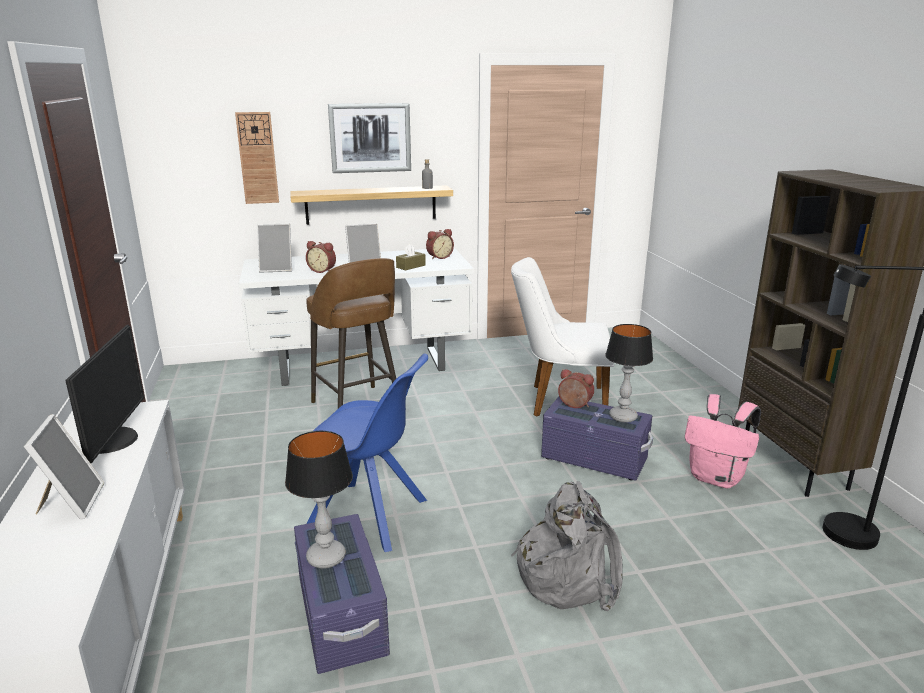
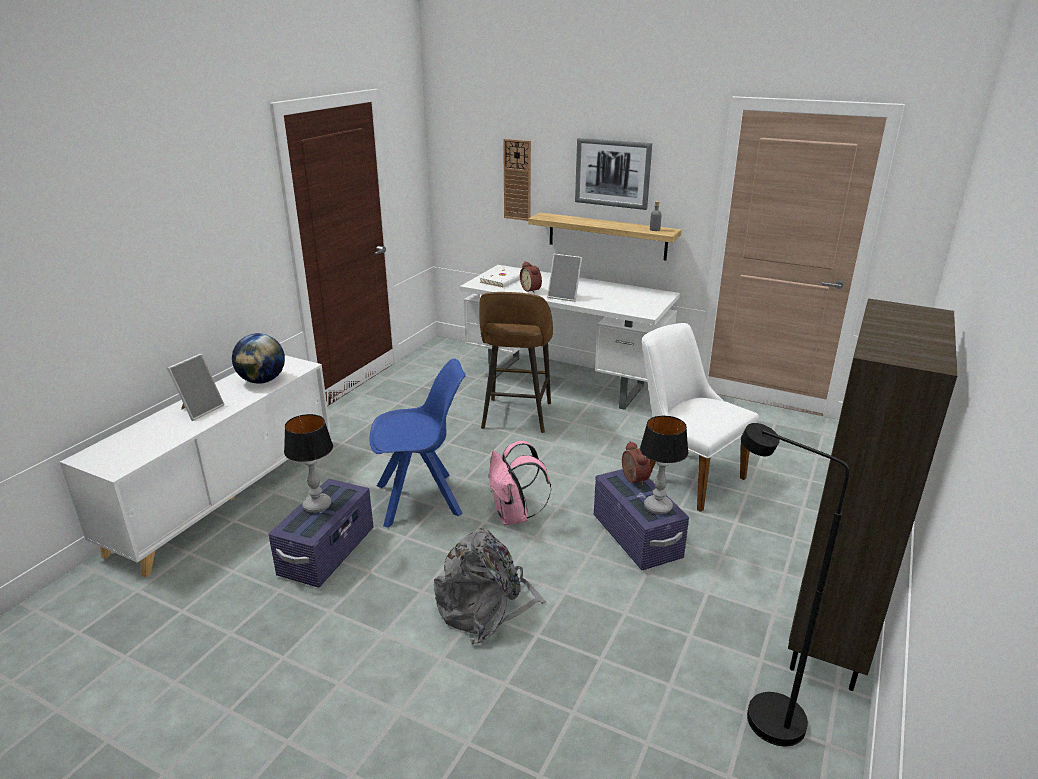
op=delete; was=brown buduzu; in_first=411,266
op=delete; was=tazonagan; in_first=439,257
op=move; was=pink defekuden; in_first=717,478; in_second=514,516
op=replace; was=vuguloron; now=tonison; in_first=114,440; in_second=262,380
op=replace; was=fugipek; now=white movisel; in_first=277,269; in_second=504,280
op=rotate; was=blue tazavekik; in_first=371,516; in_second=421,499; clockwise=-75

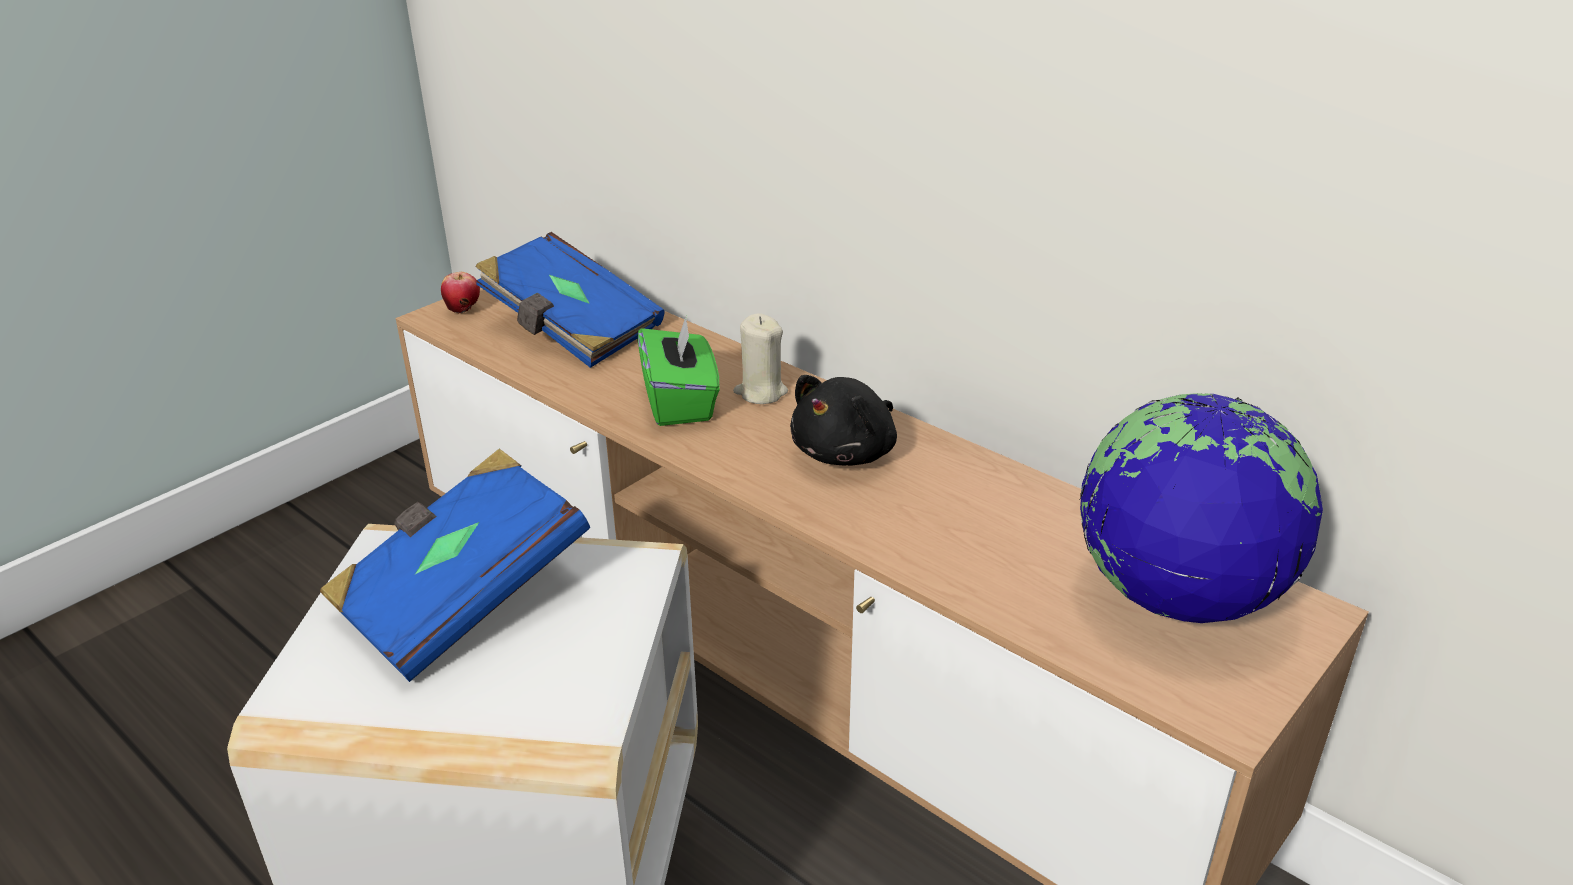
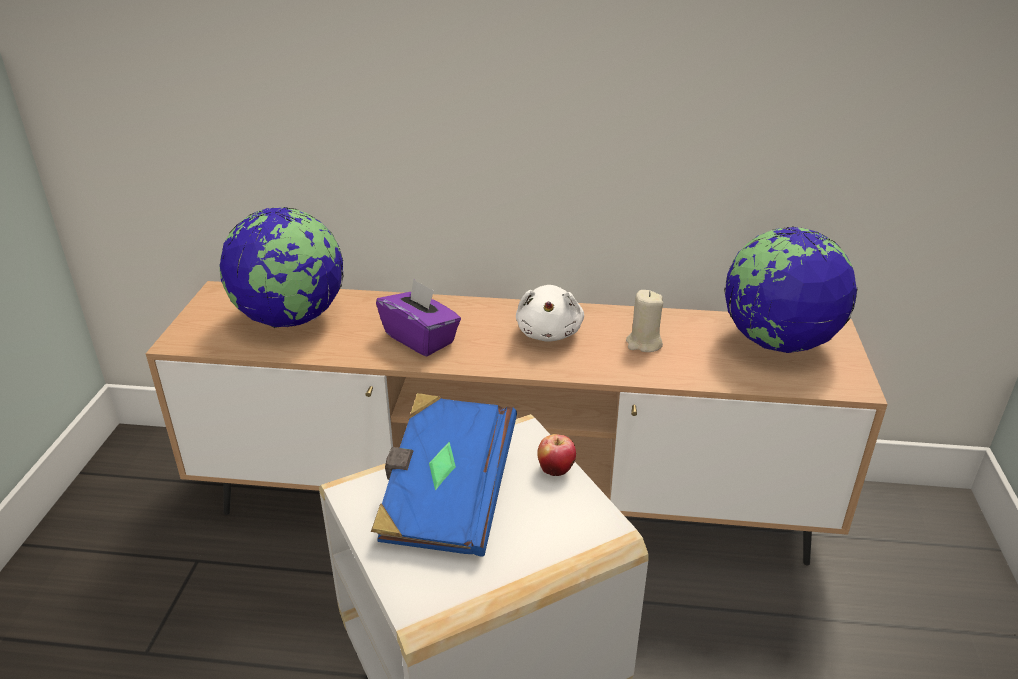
op=move; was=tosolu; in_first=463,310; in_second=556,470
op=move; was=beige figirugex; in_first=760,392; in_second=643,343
op=replace; was=blue movisel; now=tonison; in_first=571,329; in_second=291,319
op=recolor; was=green buduzu; now=purple buduzu; in_first=680,402; in_second=420,338
op=recolor; was=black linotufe; now=white linotufe; in_first=847,452; in_second=549,332

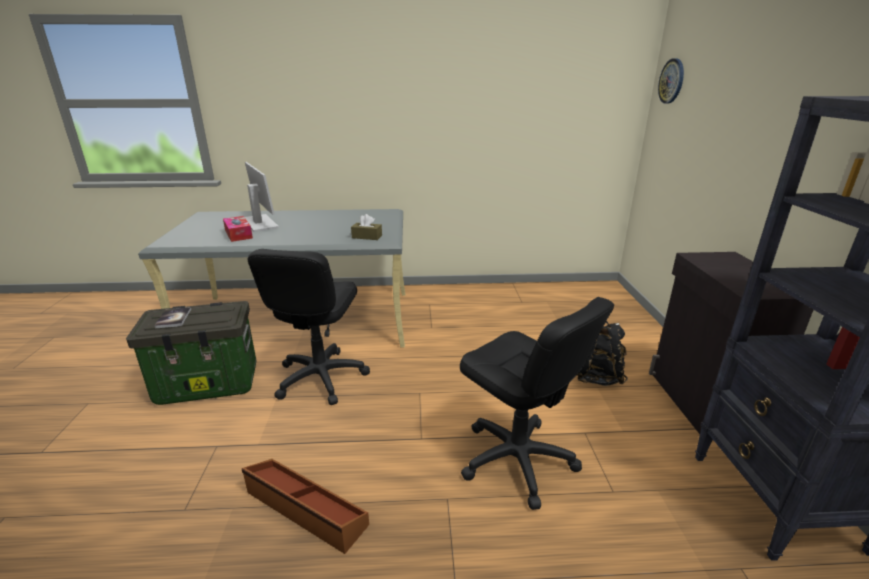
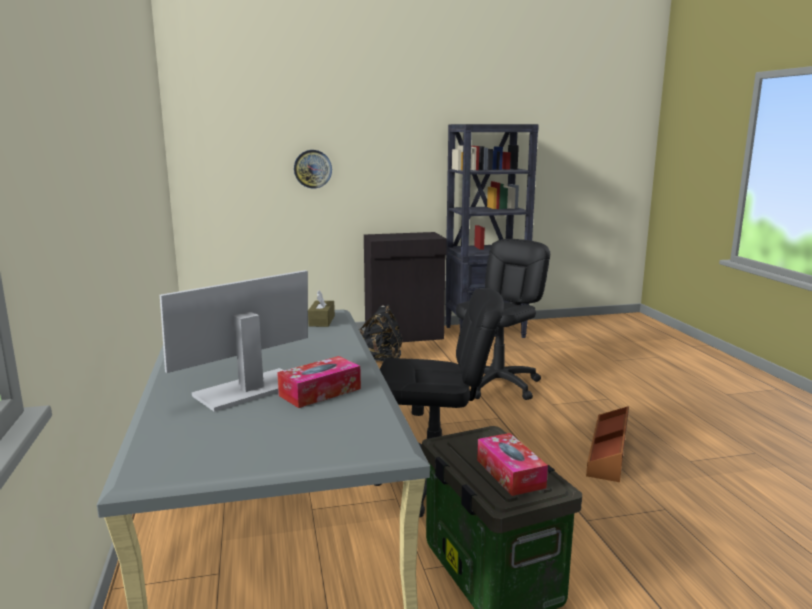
op=move; was=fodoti; in_first=671,81; in_second=312,169
op=replace; was=movisel; now=buduzu; in_first=173,318; in_second=510,473

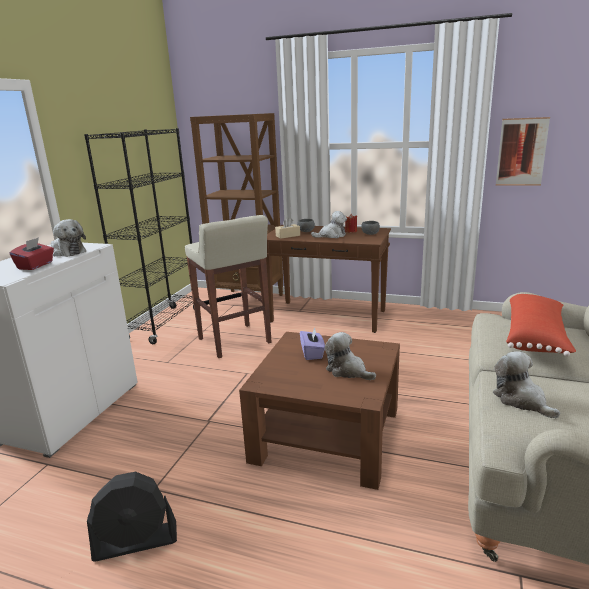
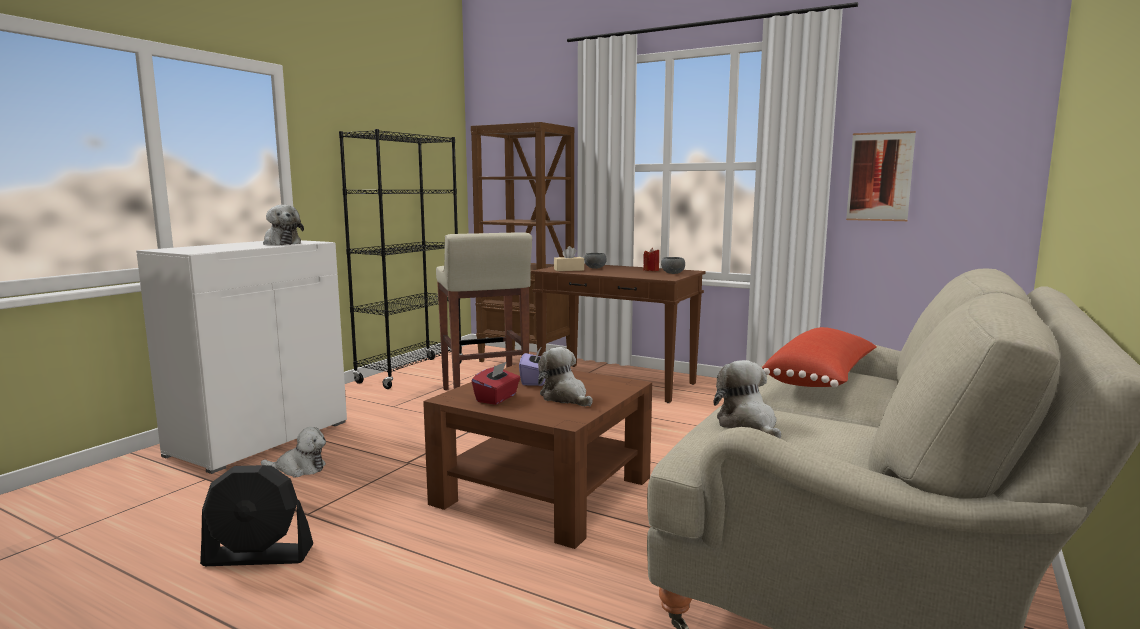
op=move; was=red buduzu; in_first=36,265; in_second=497,398
op=move; was=linotufe; in_first=331,235; in_second=299,469

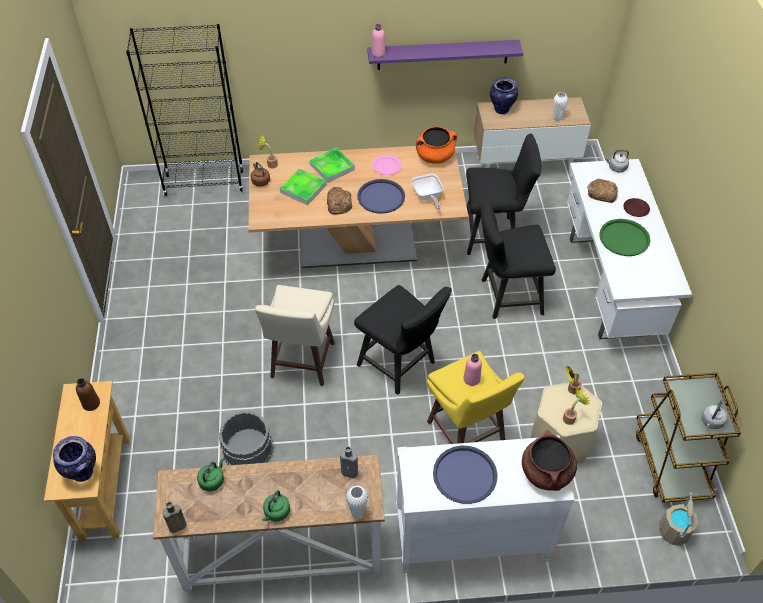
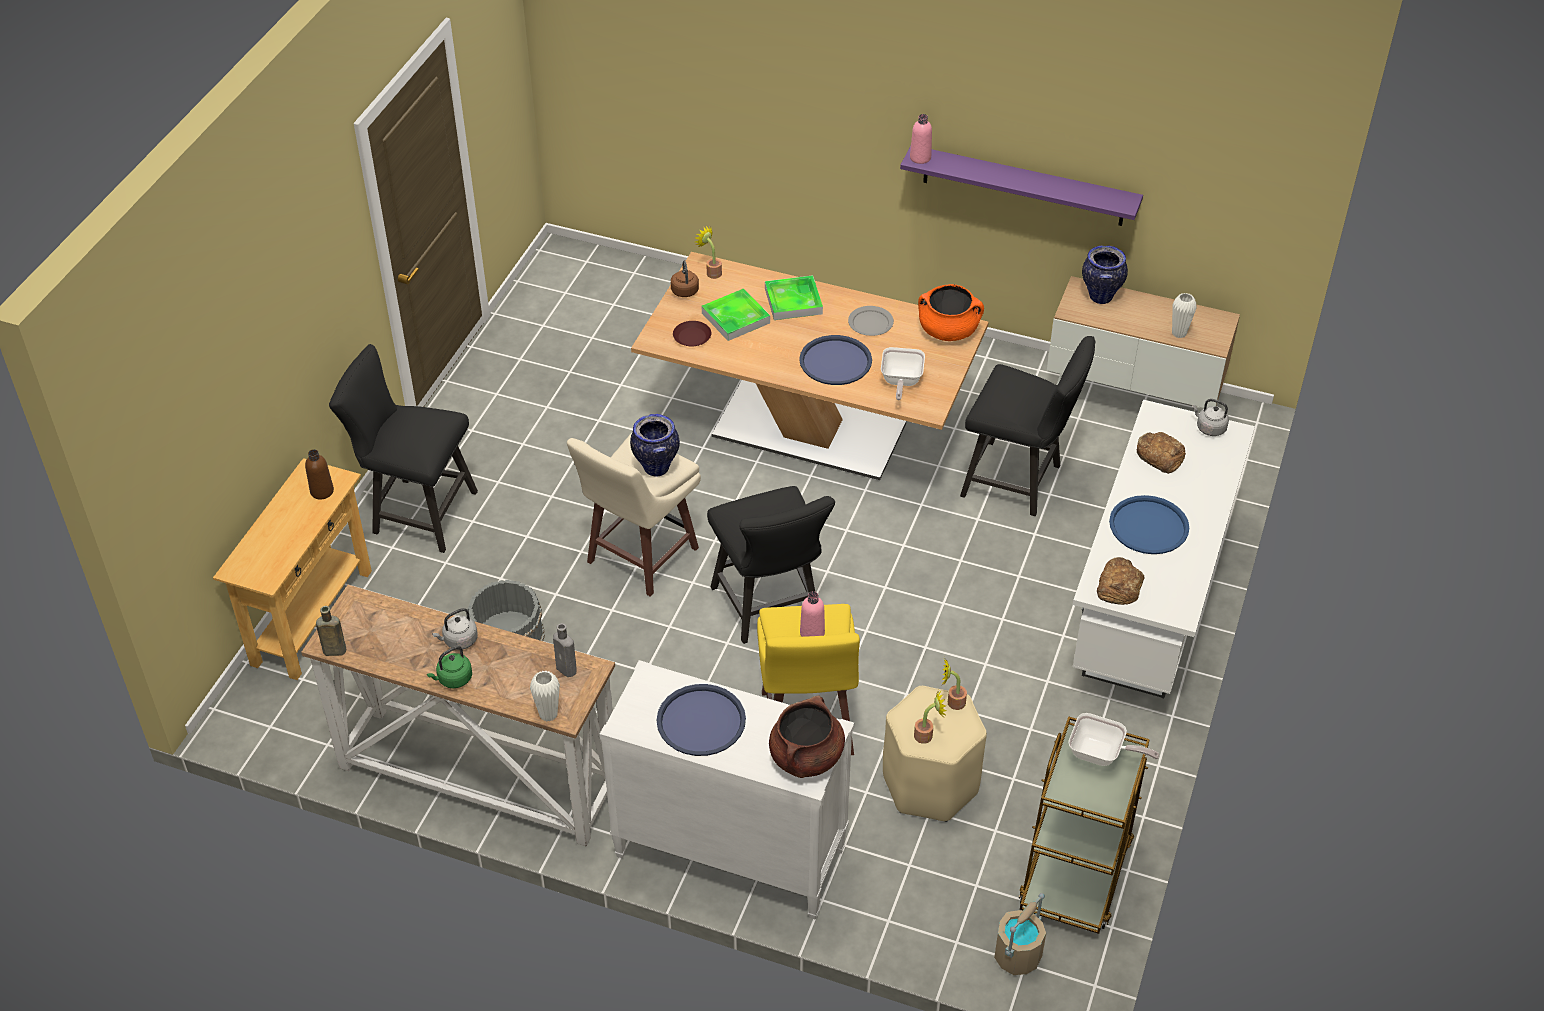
op=delete; was=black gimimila; in_first=204,183
op=delete; was=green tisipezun; in_first=212,480
op=insert; now=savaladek; in_second=1101,754
op=move; was=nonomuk; in_first=82,473; in_second=656,467
op=move; was=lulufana; in_first=339,203; in_second=1119,586
op=move; was=black tazavekik; in_first=506,296; in_second=417,512
op=move; was=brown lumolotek; in_first=635,210; in_second=692,337
op=move; was=grey tisipezun; in_first=711,422; in_second=459,641
op=recolor; was=pink lumolotek; now=grey lumolotek; in_first=386,166; in_second=870,322
op=recolor; was=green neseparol; now=blue neseparol; in_first=624,238; in_second=1148,526

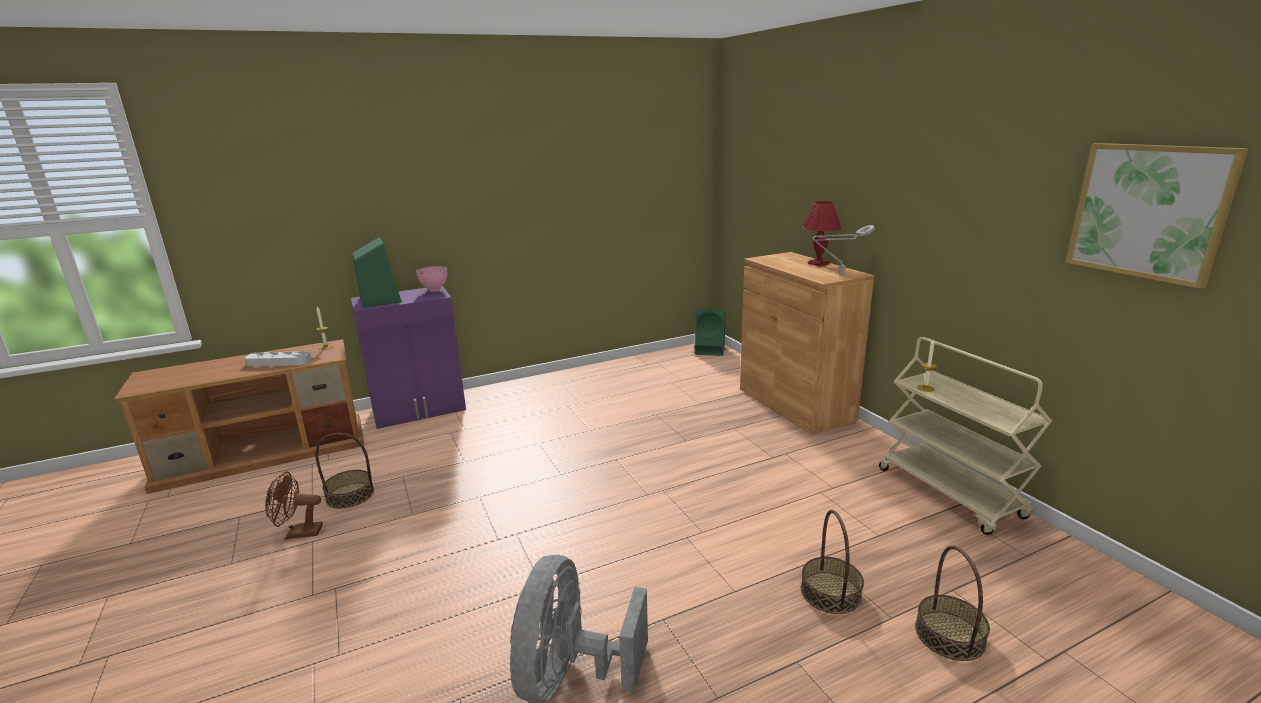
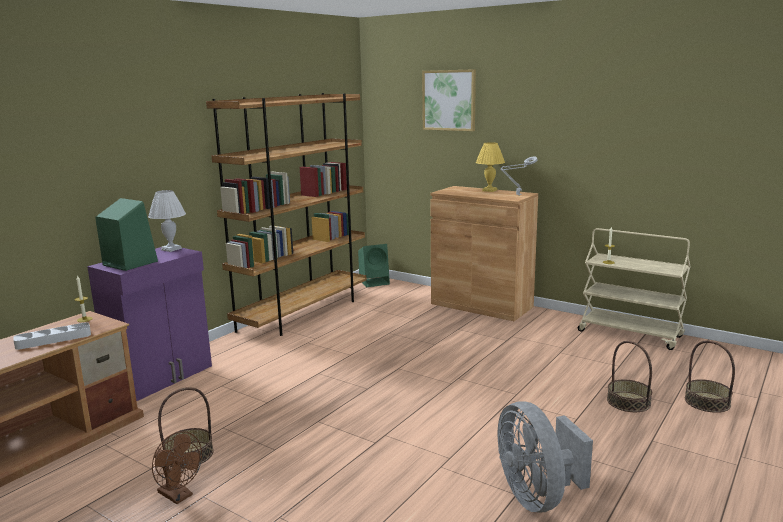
op=insert; now=brown gimimila; in_second=303,313
op=move; was=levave; in_first=1149,211; in_second=449,100
op=replace; was=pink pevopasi; now=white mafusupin; in_first=434,290; in_second=170,249
op=recolor; was=red mafusupin; now=yellow mafusupin; in_first=818,264; in_second=489,190
op=rotate; was=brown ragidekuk; in_first=298,533; in_second=179,496; clockwise=-105

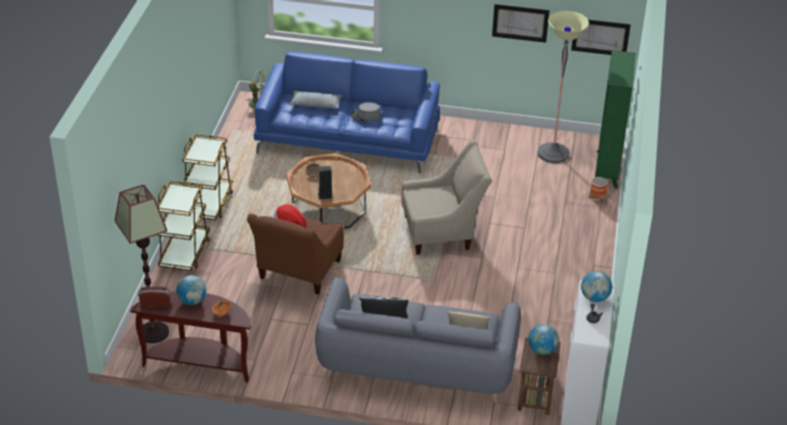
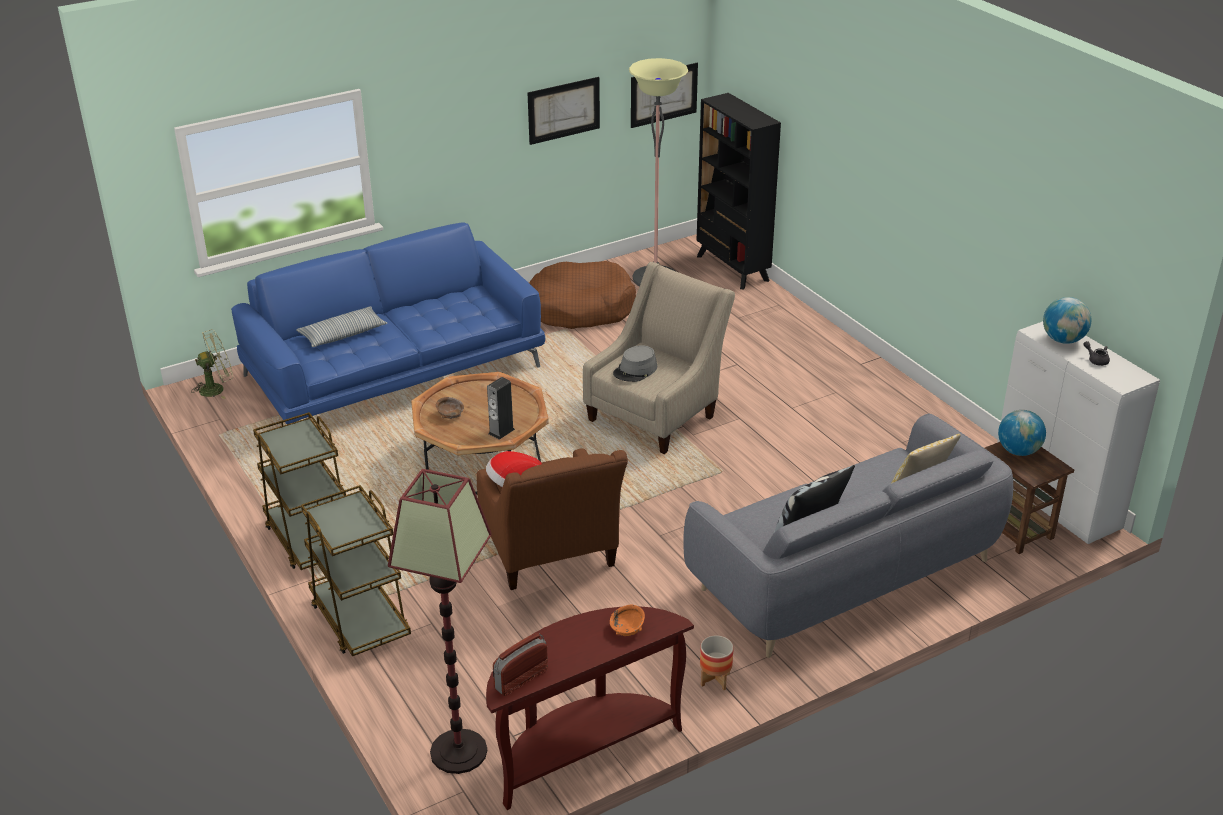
op=delete; was=tonison; in_first=192,301
op=insert; now=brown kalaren; in_second=580,308
op=move; was=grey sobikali; in_first=365,115; in_second=635,370
op=move; was=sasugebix; in_first=597,199; in_second=715,679
op=recolor; was=green gimimila; now=black gimimila; in_first=606,170; in_second=732,268

